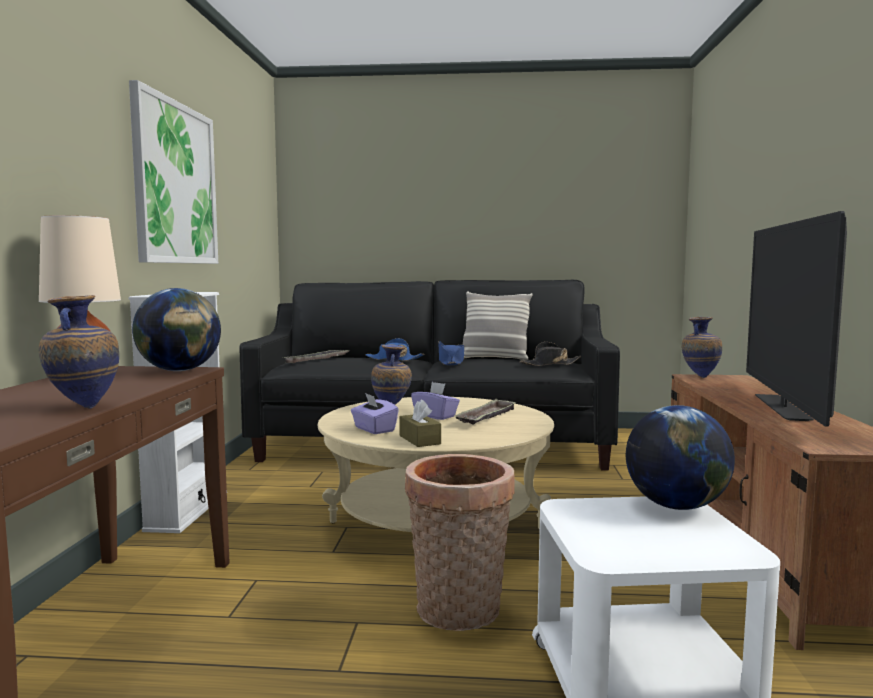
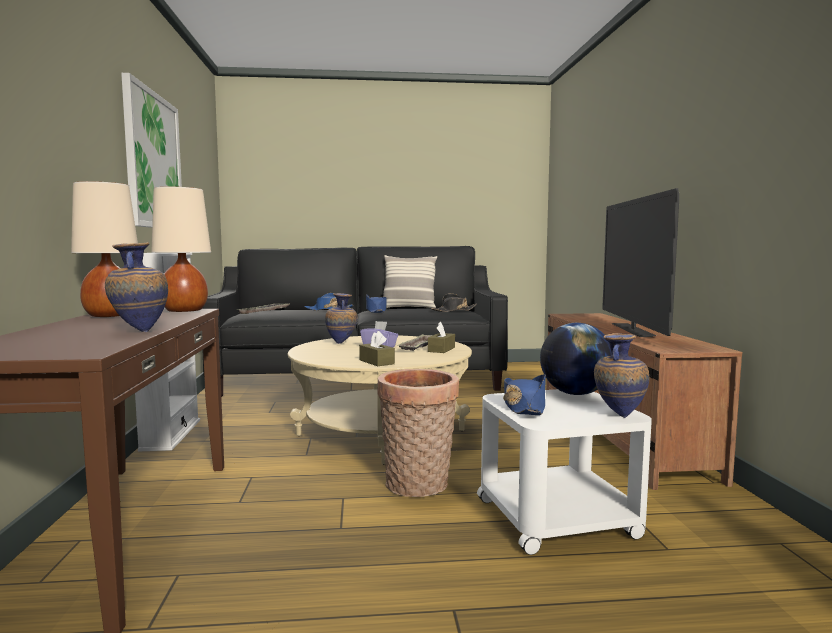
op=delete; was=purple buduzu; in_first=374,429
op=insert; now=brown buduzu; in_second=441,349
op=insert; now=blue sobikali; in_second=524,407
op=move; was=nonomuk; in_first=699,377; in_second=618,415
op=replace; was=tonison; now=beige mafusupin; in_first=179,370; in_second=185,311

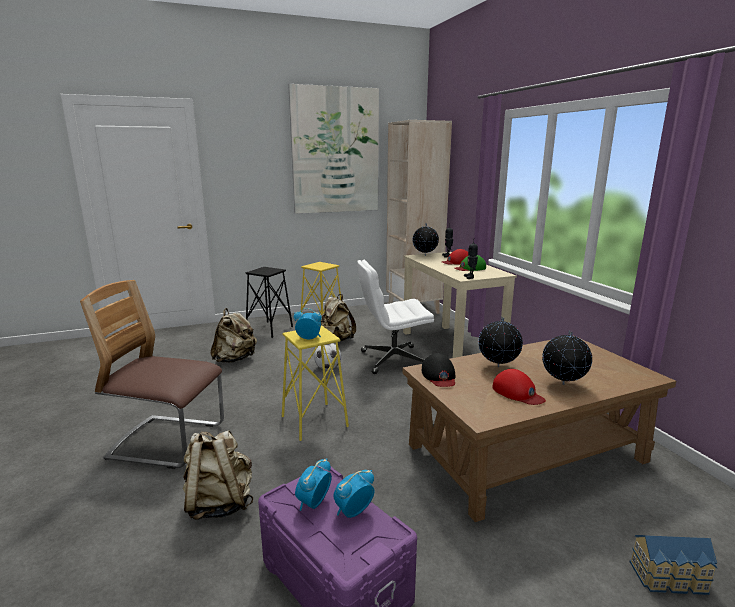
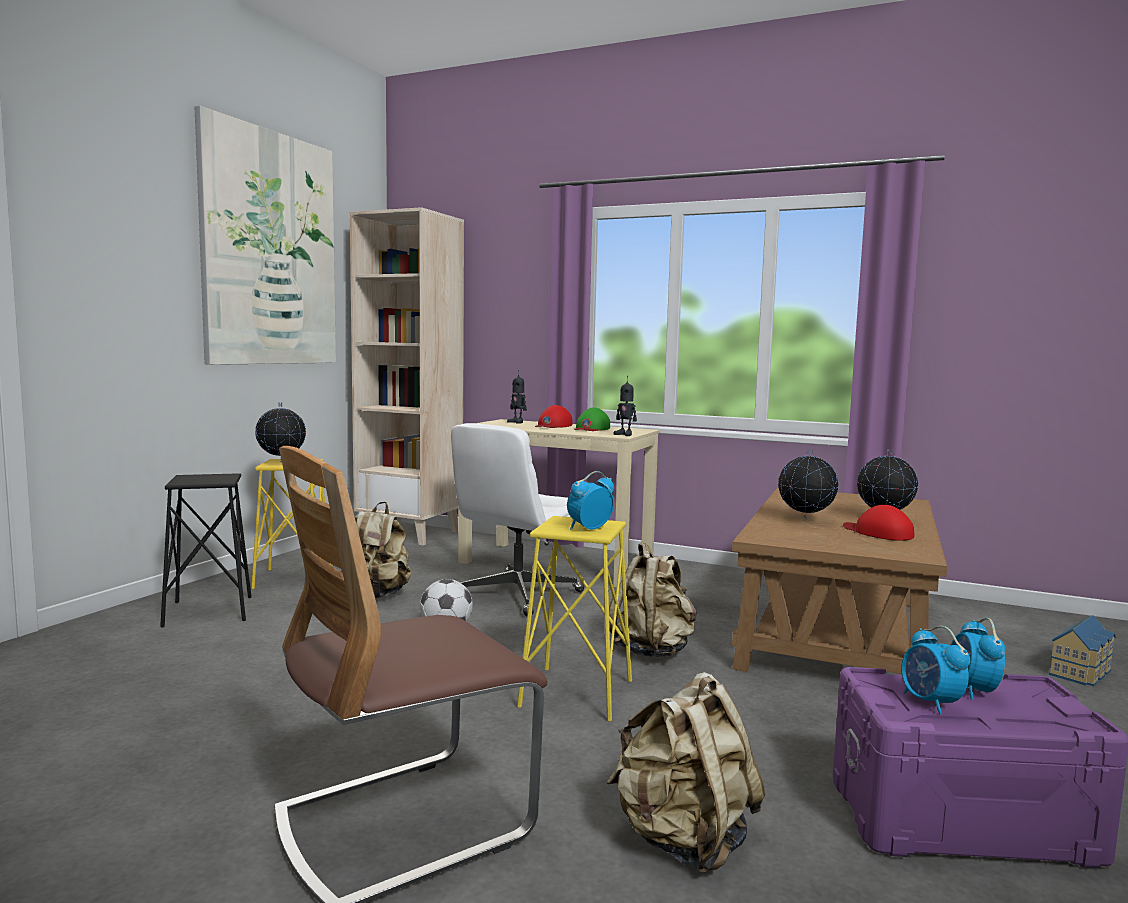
op=delete; was=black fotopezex; in_first=439,375
op=move; was=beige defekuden; in_first=235,359; in_second=652,650
op=move; was=tonison; in_first=425,256; in_second=281,462
op=rotate; was=red fotopezex; in_first=517,393; in_second=878,532; clockwise=-135

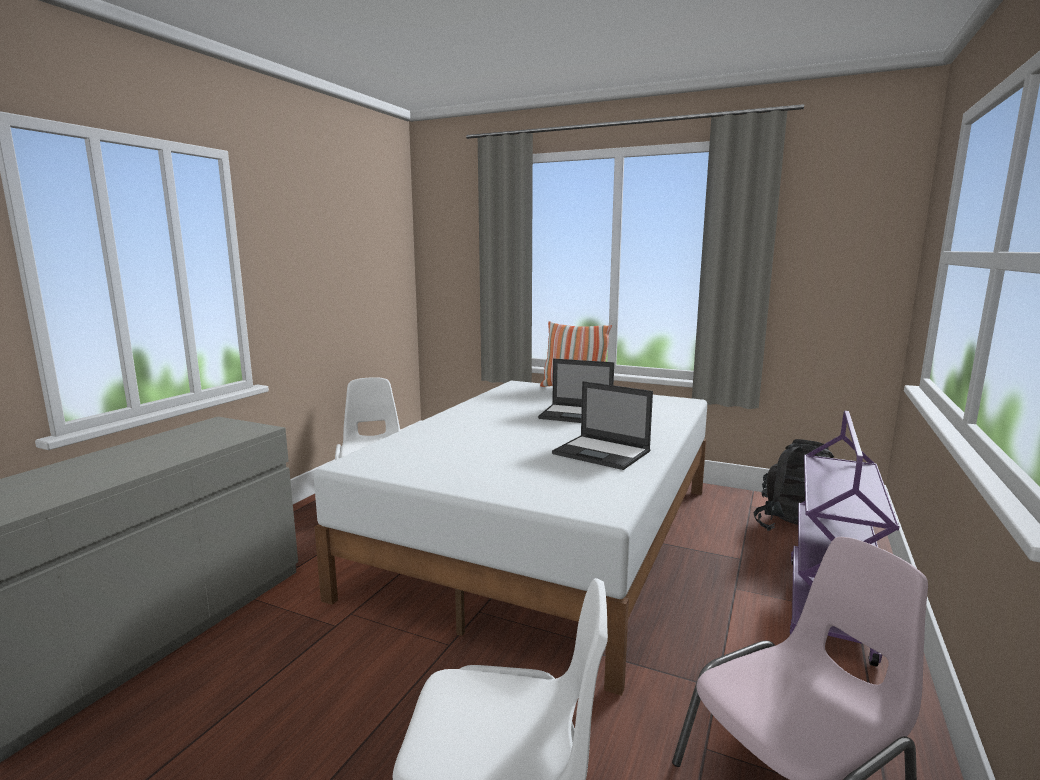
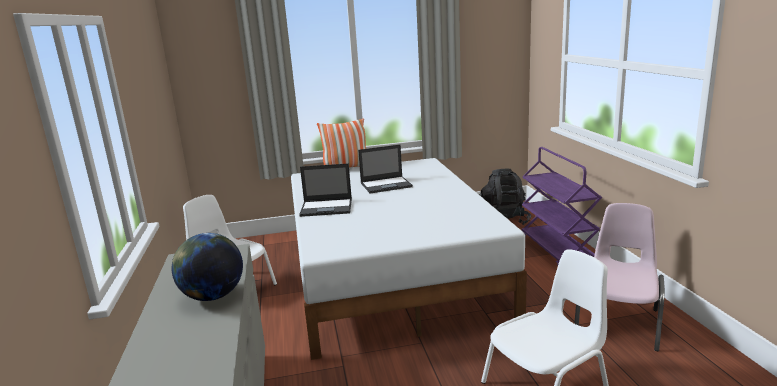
op=insert; now=tonison; in_second=213,296
op=move; was=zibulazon; in_first=602,453; in_second=327,208

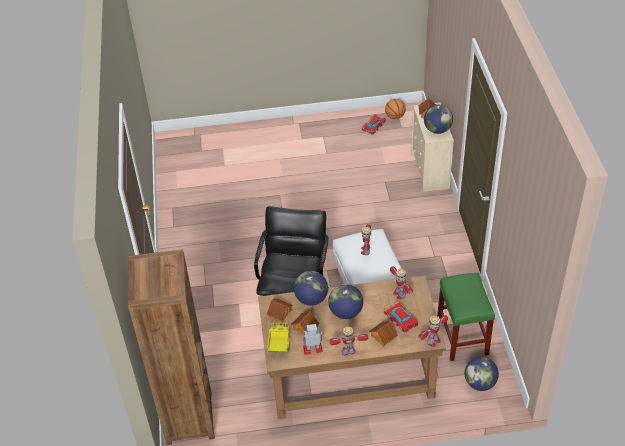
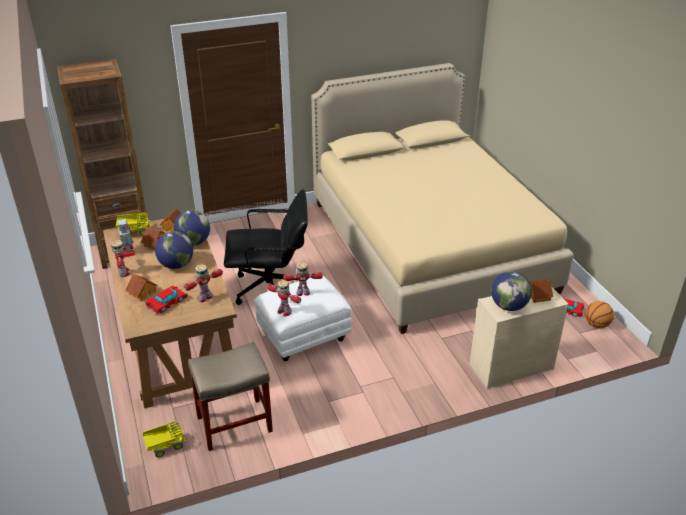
op=insert; now=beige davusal; in_second=428,245
op=move; was=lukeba; in_first=433,341; in_second=284,311
op=replace; was=tonison; now=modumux; in_first=480,383; in_second=164,446
op=recolor; was=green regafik; now=beige regafik; in_first=462,336; in_second=235,423

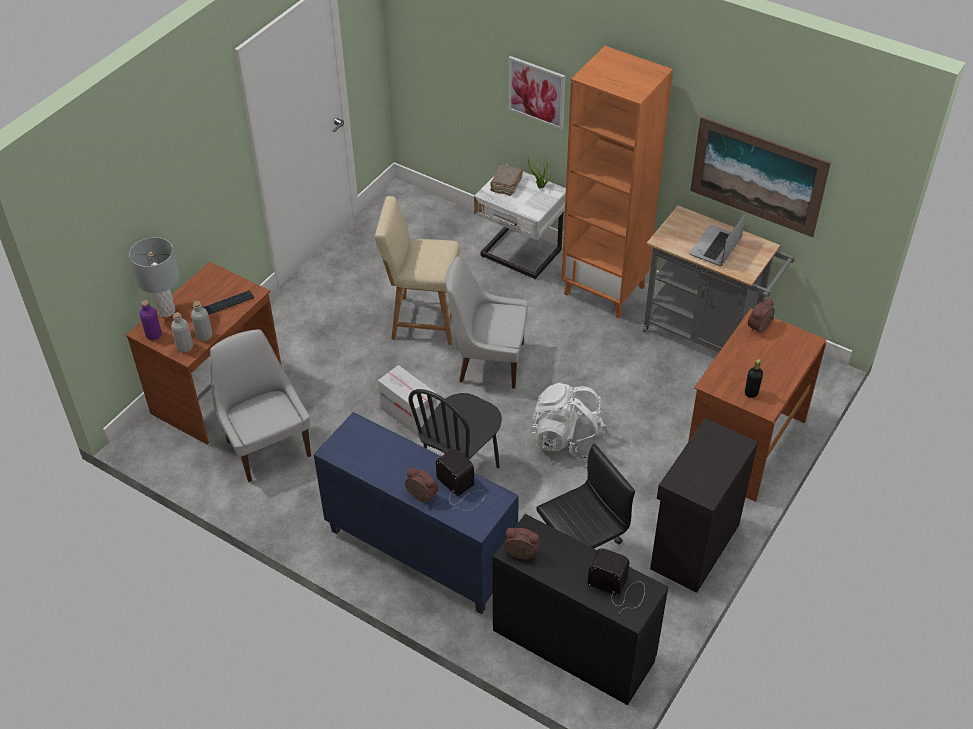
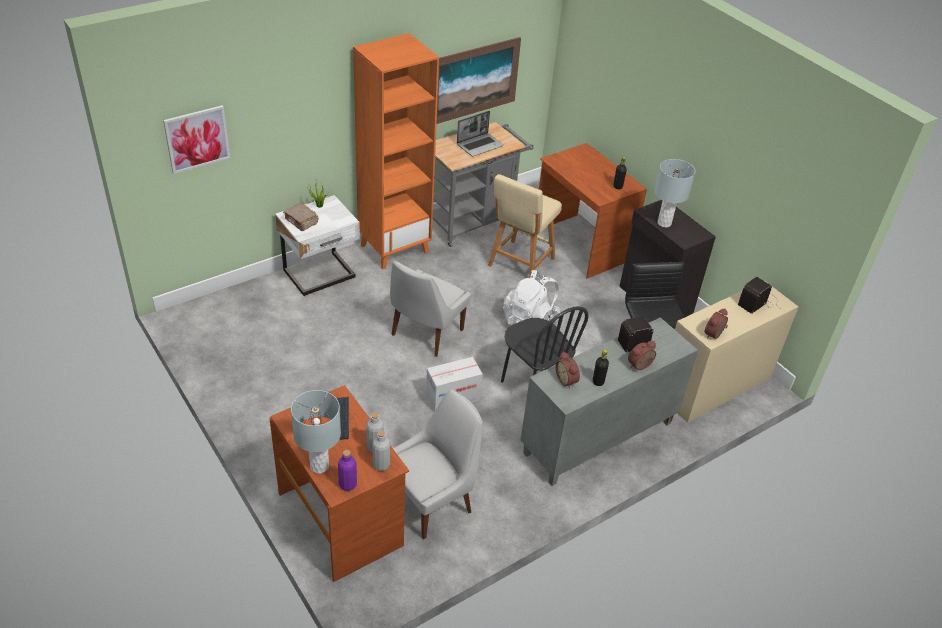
op=insert; now=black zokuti; in_second=598,381
op=insert; now=grey mafusupin; in_second=664,223
op=move; was=beige regafik; in_first=422,320; in_second=519,264
op=move; was=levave; in_first=537,92; in_second=197,139
op=move; was=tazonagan; in_first=760,327; in_second=567,380
op=recolor; was=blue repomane; now=grey repomane; in_first=418,552; in_second=598,439
op=recolor; was=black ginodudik; now=beige ginodudik; in_first=573,645; in_second=714,386
op=rotate; was=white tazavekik; in_first=267,446; in_second=432,501; clockwise=150
op=rotate; was=zibulazon; in_first=716,248; in_second=480,145; clockwise=-90

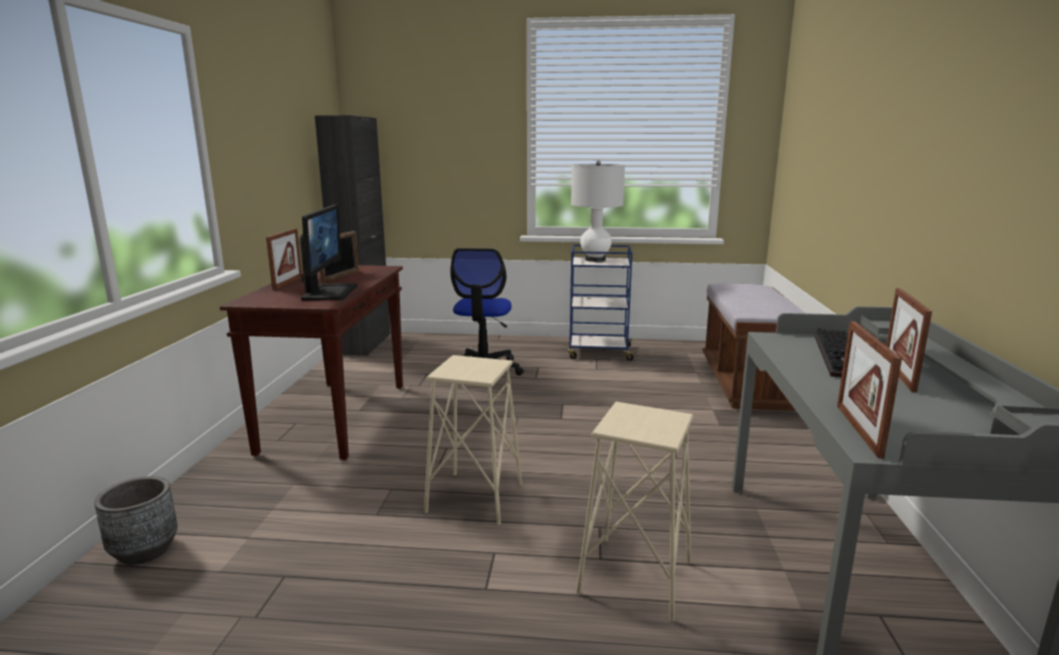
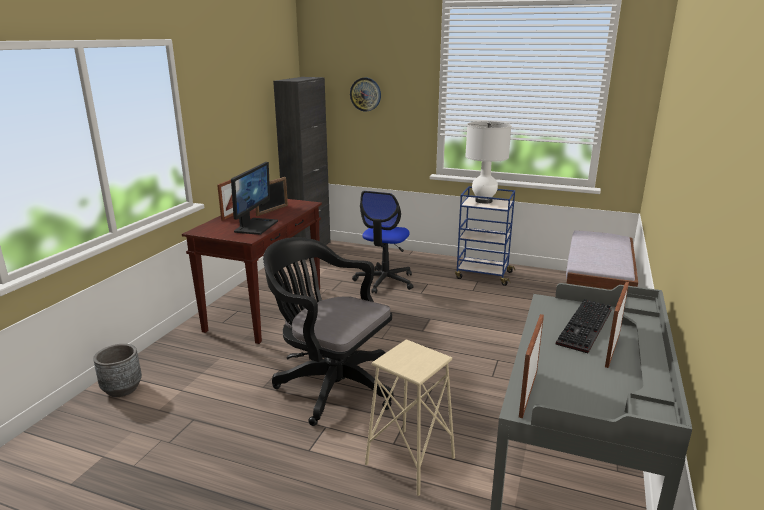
op=insert; now=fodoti; in_second=365,94
op=replace; was=beige regafik; now=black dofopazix; in_first=475,498; in_second=331,385

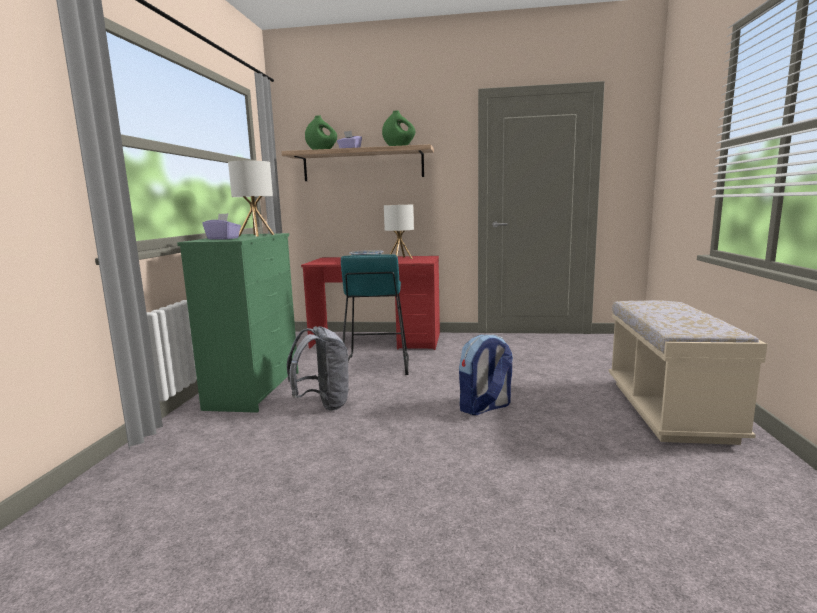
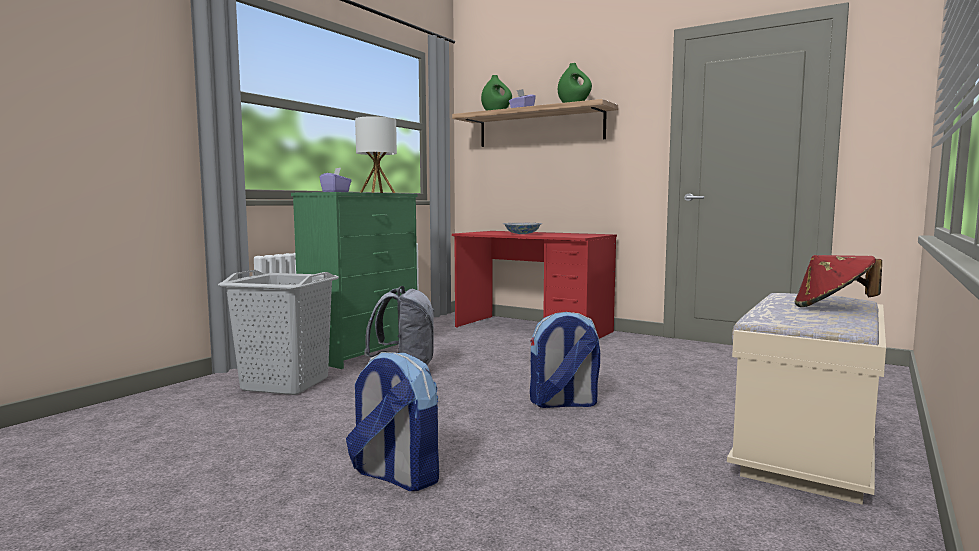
op=delete; was=turquoise regafik; in_first=376,365
op=delete; was=mafusupin; in_first=400,258
op=insert; now=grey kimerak; in_second=285,384
op=insert; now=defekuden; in_second=395,476
op=insert; now=red sobikali; in_second=832,307

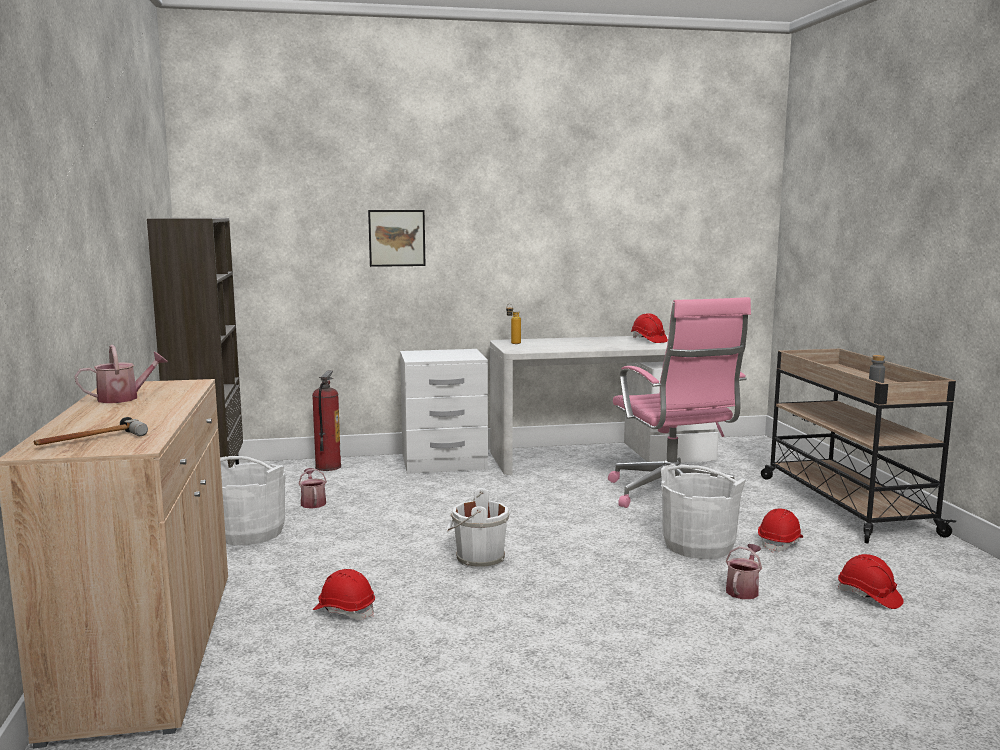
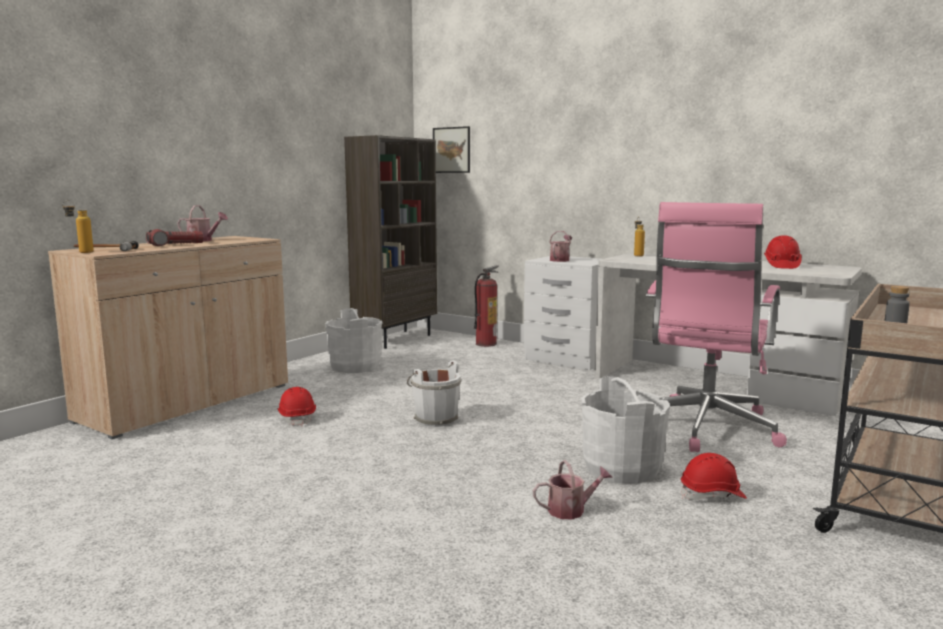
op=delete; was=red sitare; in_first=869,596
op=insert; now=zokuti; in_second=80,252
op=insert; now=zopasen; in_second=175,245
op=move; was=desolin; in_first=313,502; in_second=560,260
op=move; was=levave; in_first=397,238; in_second=451,150

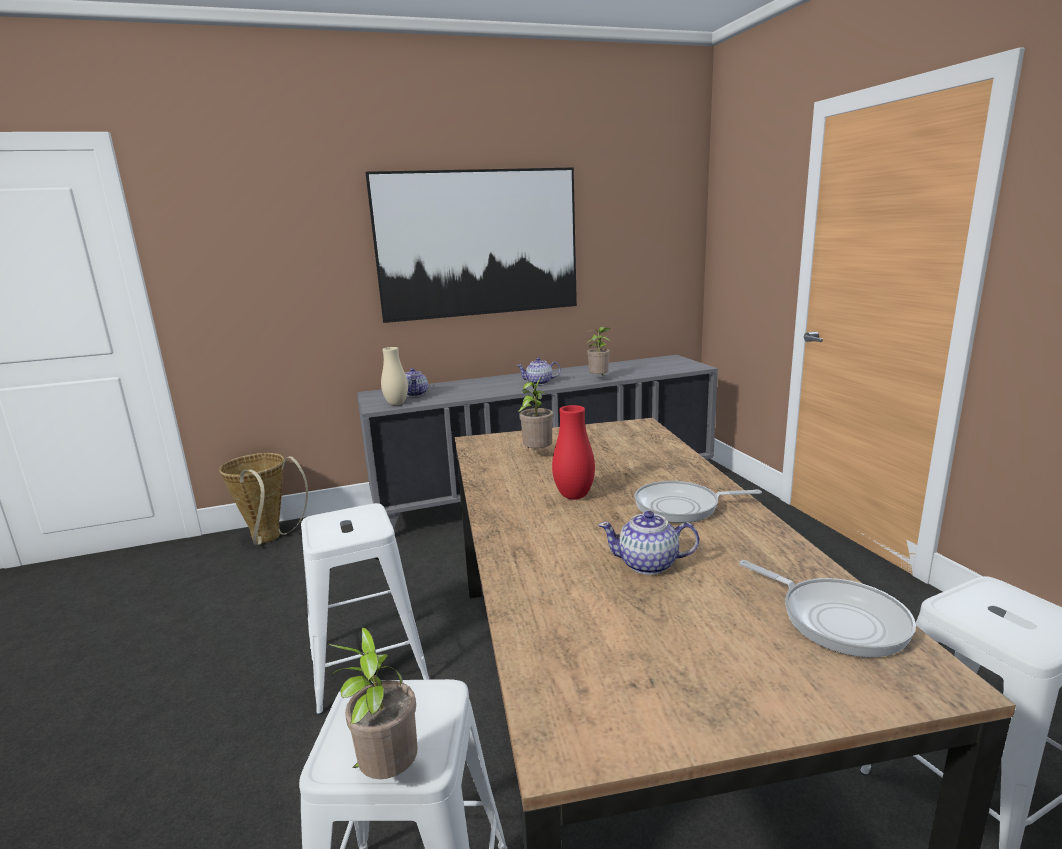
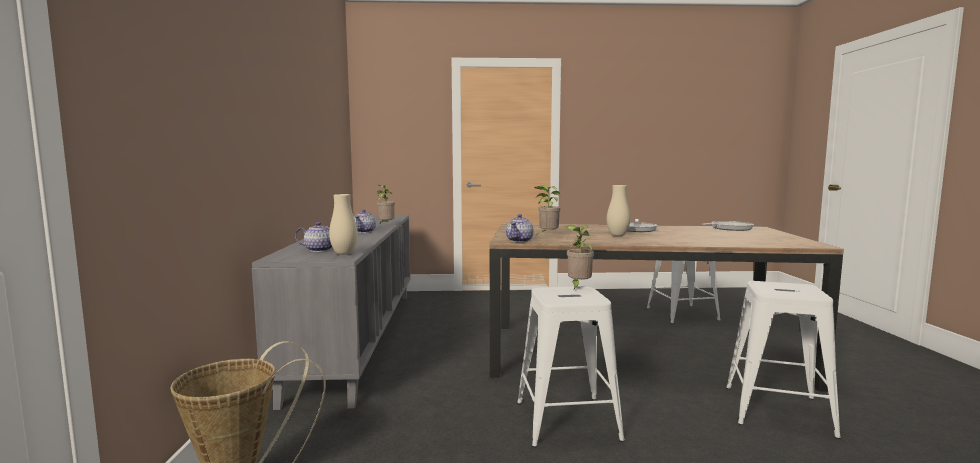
op=delete; was=levave; in_first=478,244
op=move; was=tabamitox; in_first=386,773; in_second=578,286
op=move; was=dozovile; in_first=648,564; in_second=520,240
op=recolor; was=red nonomuk; now=beige nonomuk; in_first=574,496; in_second=617,235

